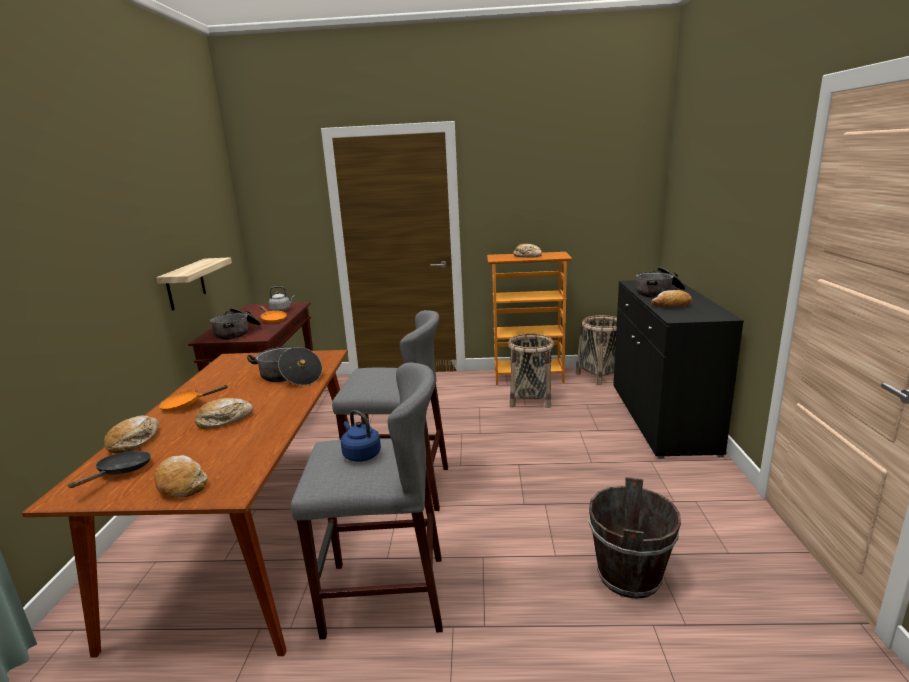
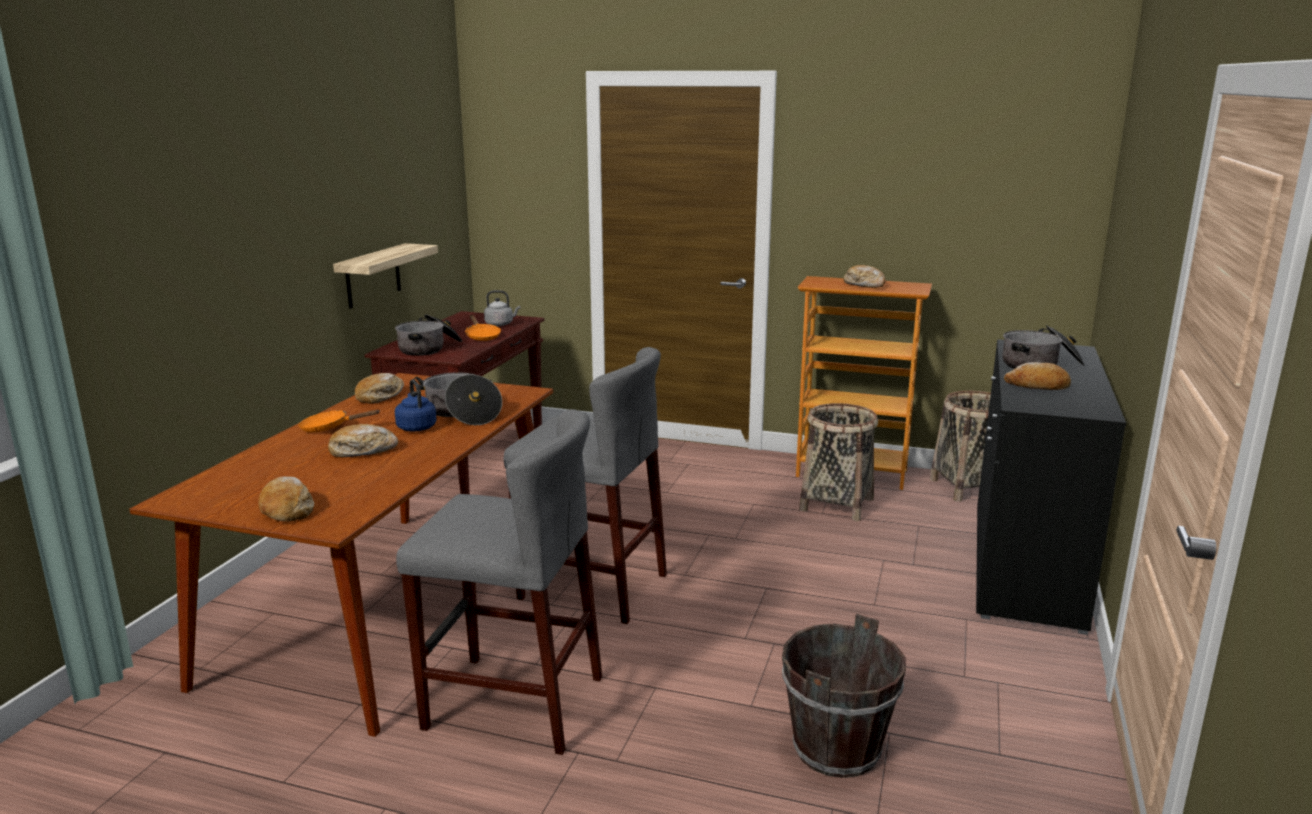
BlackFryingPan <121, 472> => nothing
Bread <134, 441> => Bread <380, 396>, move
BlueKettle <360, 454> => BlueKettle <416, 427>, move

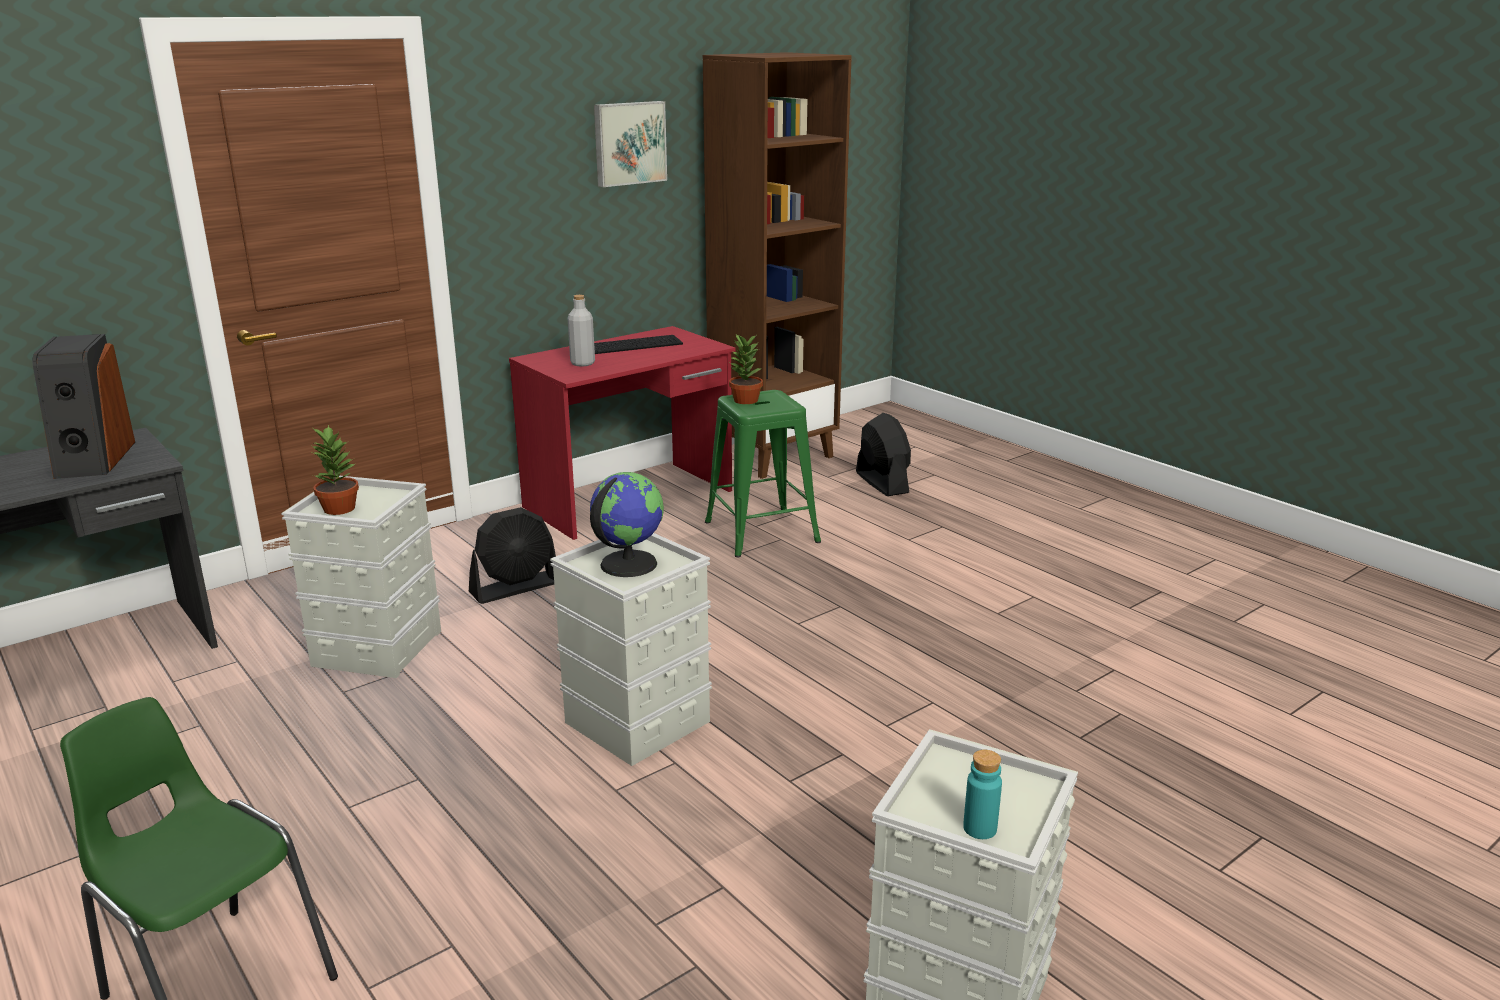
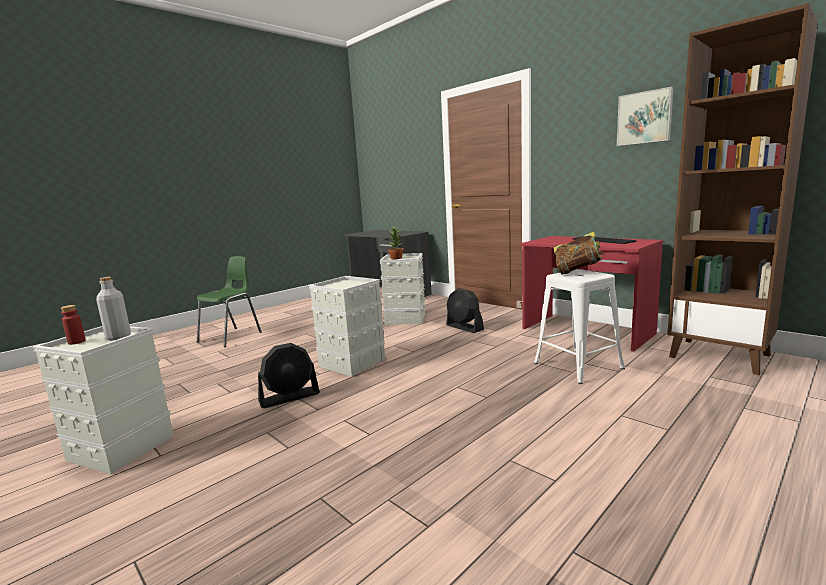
Speaker <93, 459> => nothing
Globe <628, 564> => nothing
GreyBottle <582, 363> => GreyBottle <118, 337>, move
BlackFan <881, 482> => BlackFan <289, 397>, move
PottedPlant <745, 400> => Book <577, 272>
GreenStool <761, 531> => WhiteStool <577, 365>
TurquoiseBottle <980, 828> => RedBottle <76, 342>

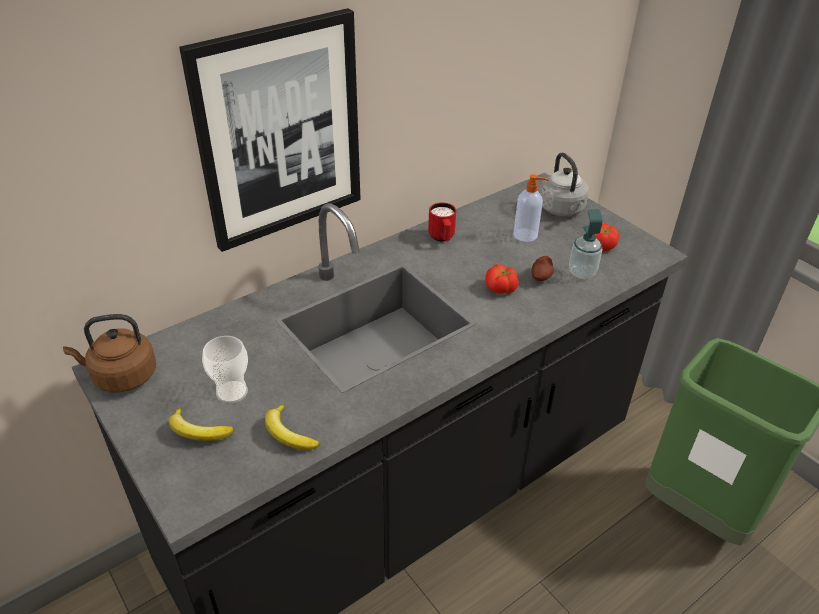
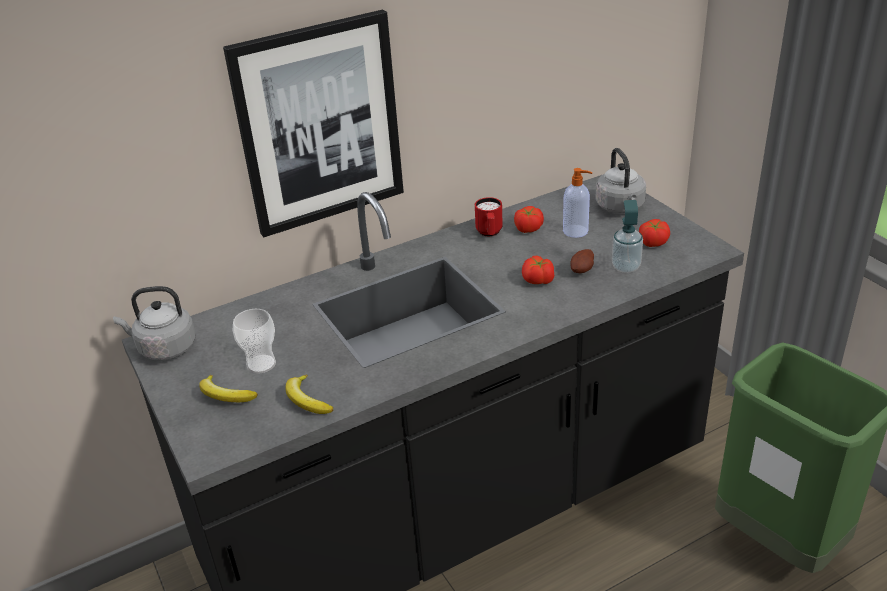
nothing => Tomato <527, 228>
BrownKettle <121, 376> => GreyKettle <164, 348>

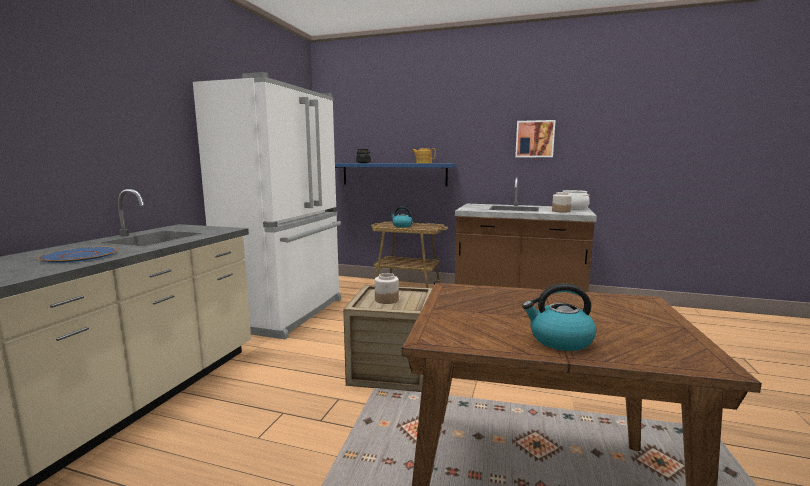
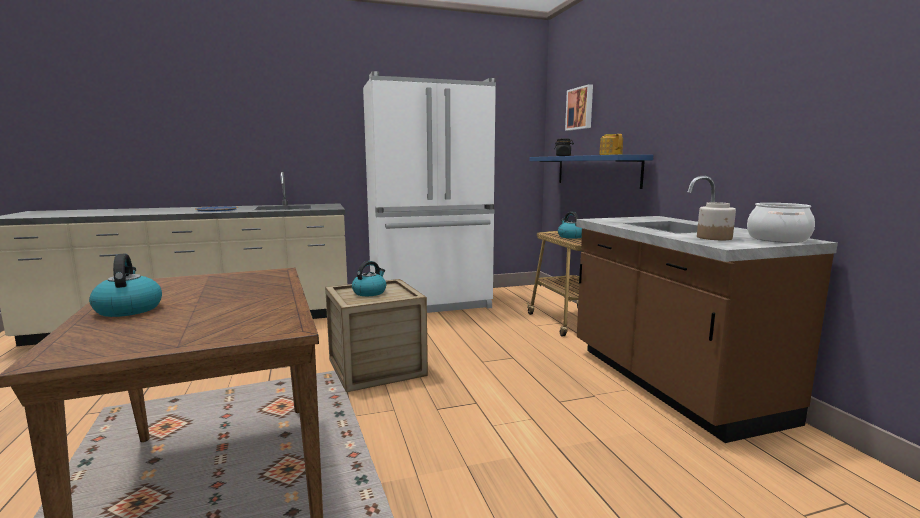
Picture <535, 139> => Picture <580, 108>, move
Jar <386, 300> => Kettle <369, 292>

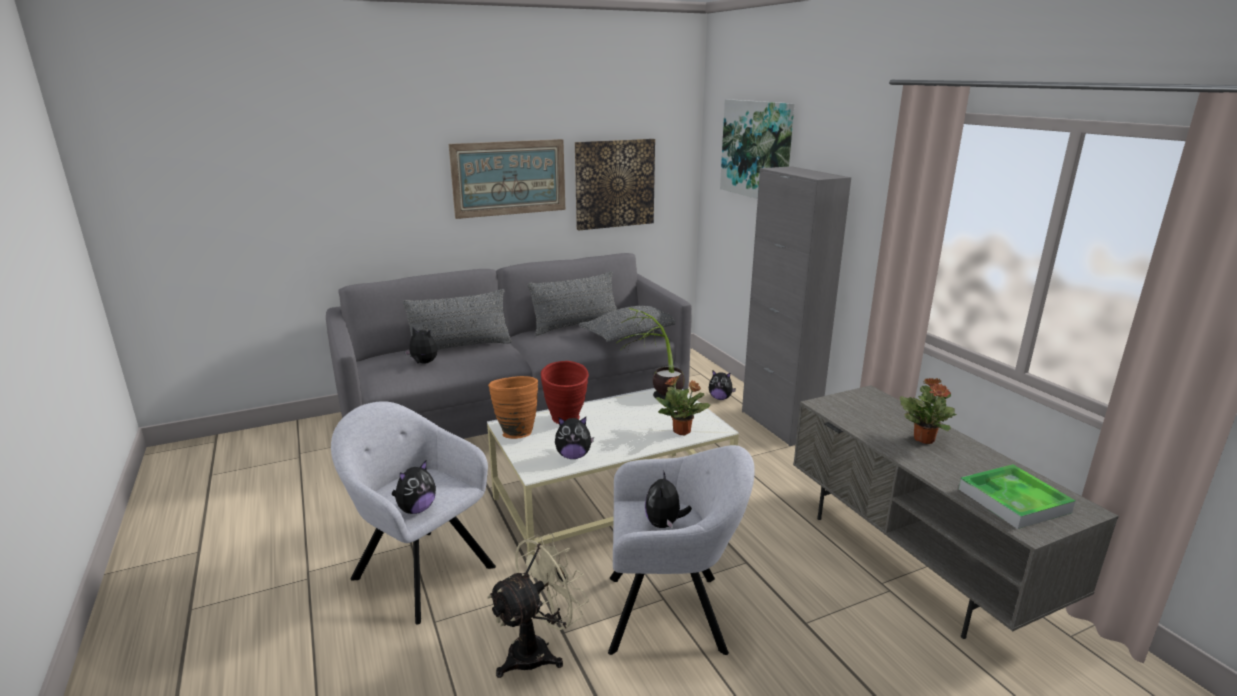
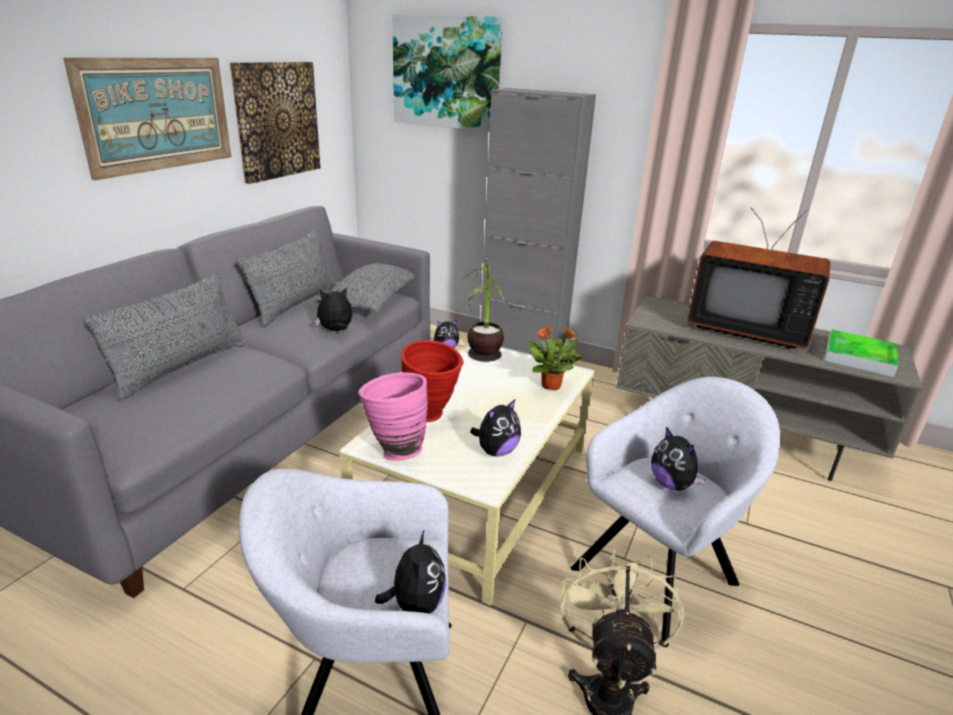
PlushToy <423, 363> => PlushToy <336, 330>, move
PottedPlant <924, 439> => Television <746, 329>
OrangeVase <515, 432> => PinkVase <394, 450>

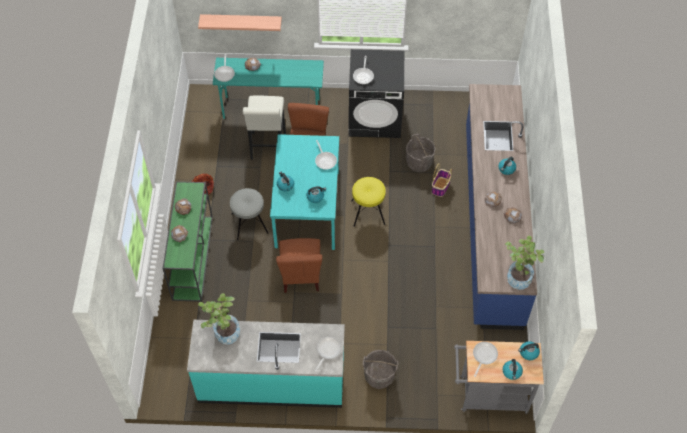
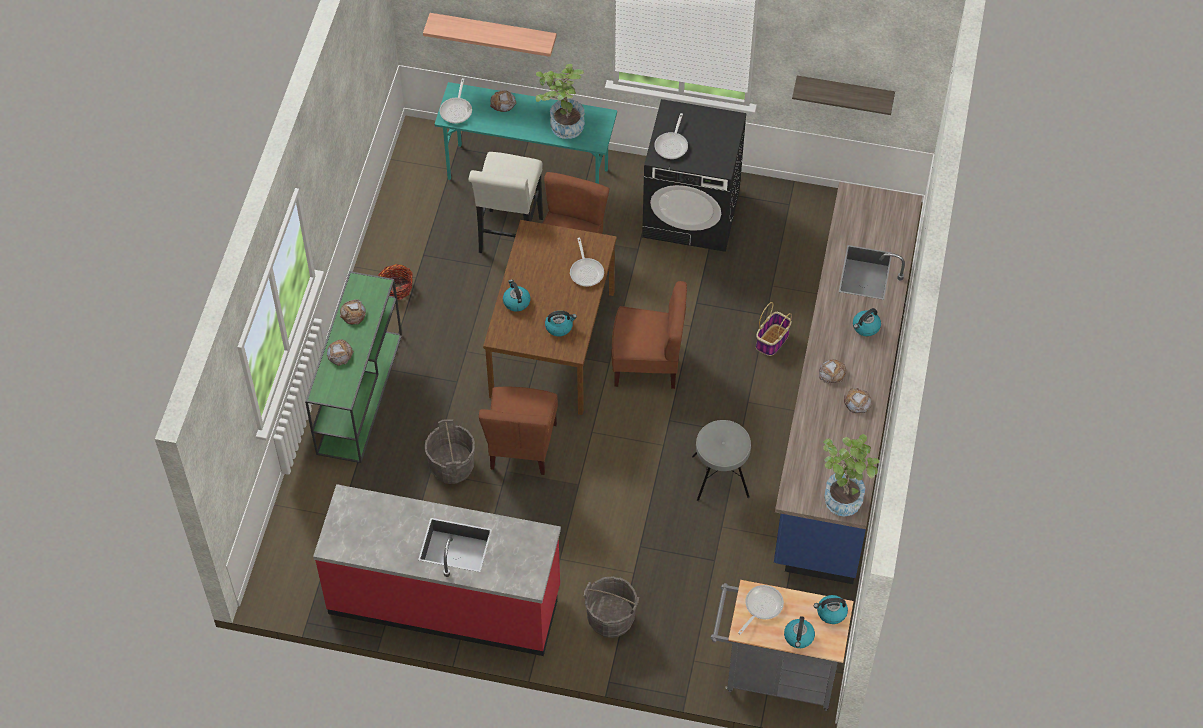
FryingPan <327, 351> => nothing
nothing => Shelf <844, 93>
PottedPlant <223, 332> => PottedPlant <562, 125>, move
GreyStool <249, 223> => GreyStool <720, 476>, move
GreyBucket <419, 162> => GreyBucket <452, 466>, move
YellowStool <368, 212> => BrownChair <647, 364>
TurquoiseCounter <271, 381> => RedCounter <445, 600>
TurquoiseDiningTable <306, 208> => BrownDiningTable <552, 343>

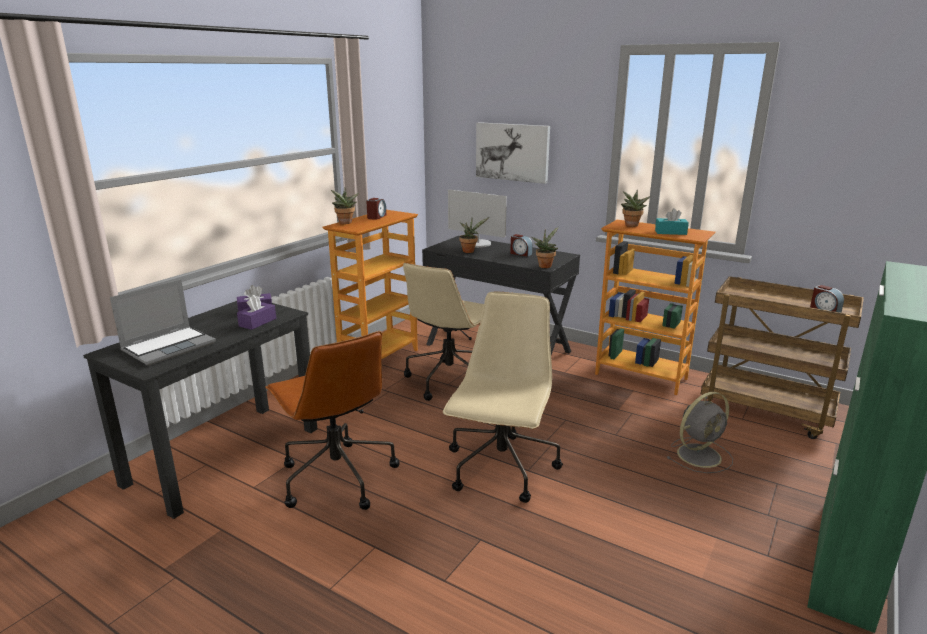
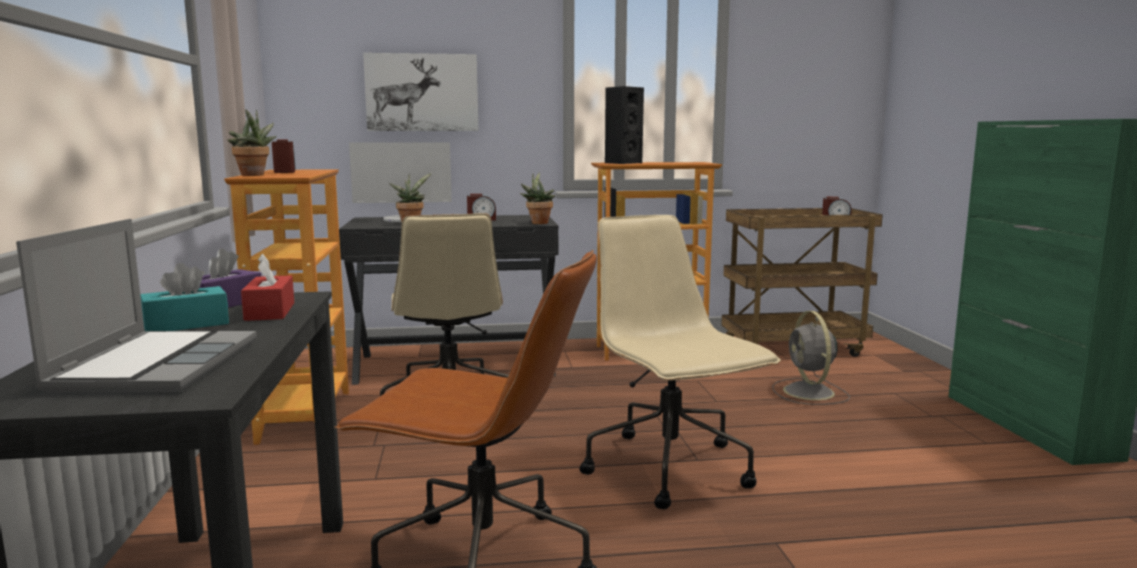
TurquoiseTissueBox <670, 232> => TurquoiseTissueBox <186, 324>, move
PottedPlant <631, 226> => BlackSpeaker <622, 163>
PurpleTissueBox <257, 322> => RedTissueBox <270, 311>
GreyFan <700, 455> => GreyFan <809, 393>, 150 degrees clockwise

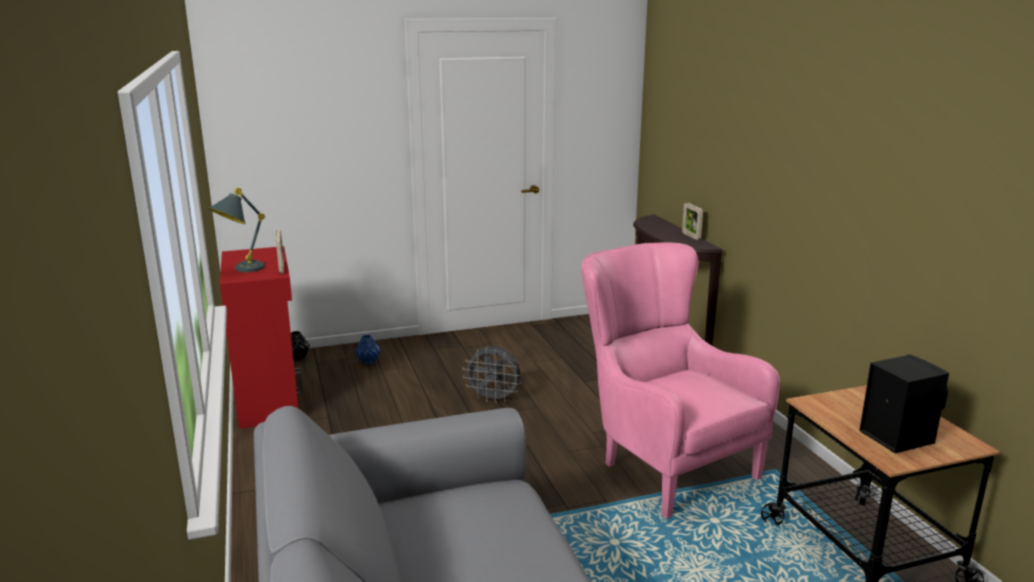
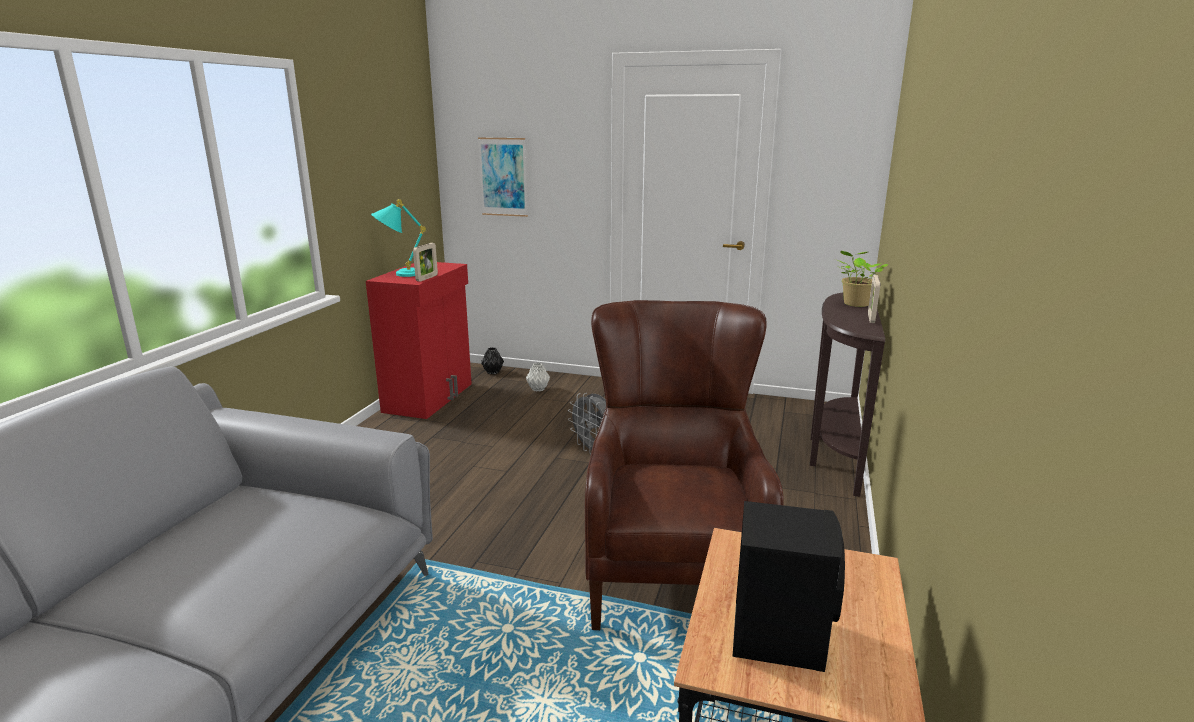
nothing => Picture <503, 177>
nothing => PottedPlant <855, 304>
GreyTableLamp <240, 270> => TurquoiseTableLamp <399, 274>
BlueVase <368, 362> => GreyVase <538, 389>
PinkArmchair <662, 462> => BrownArmchair <672, 570>

